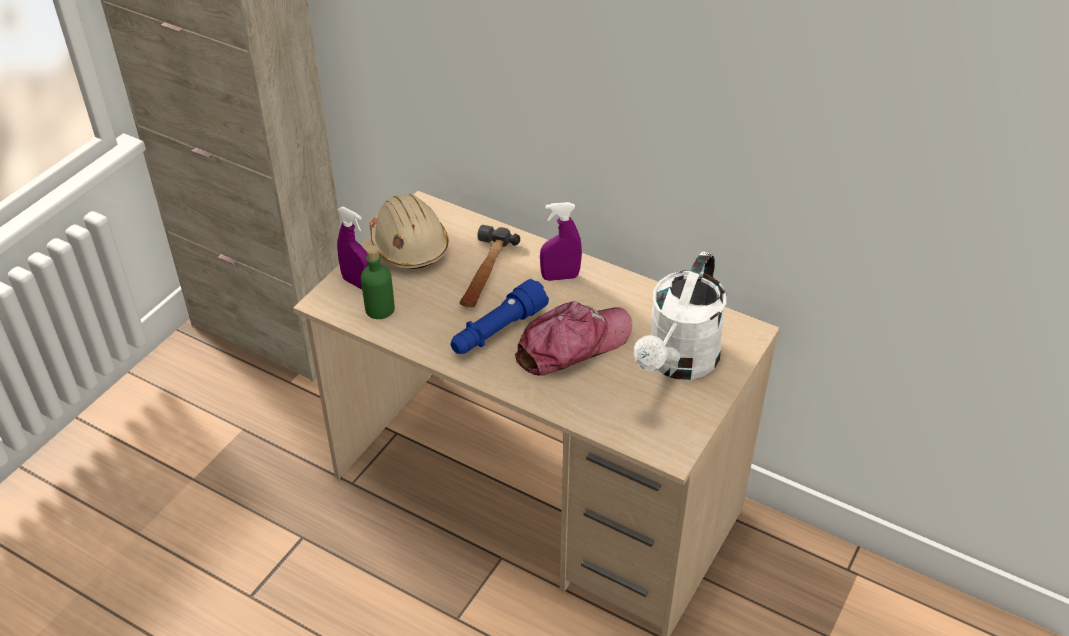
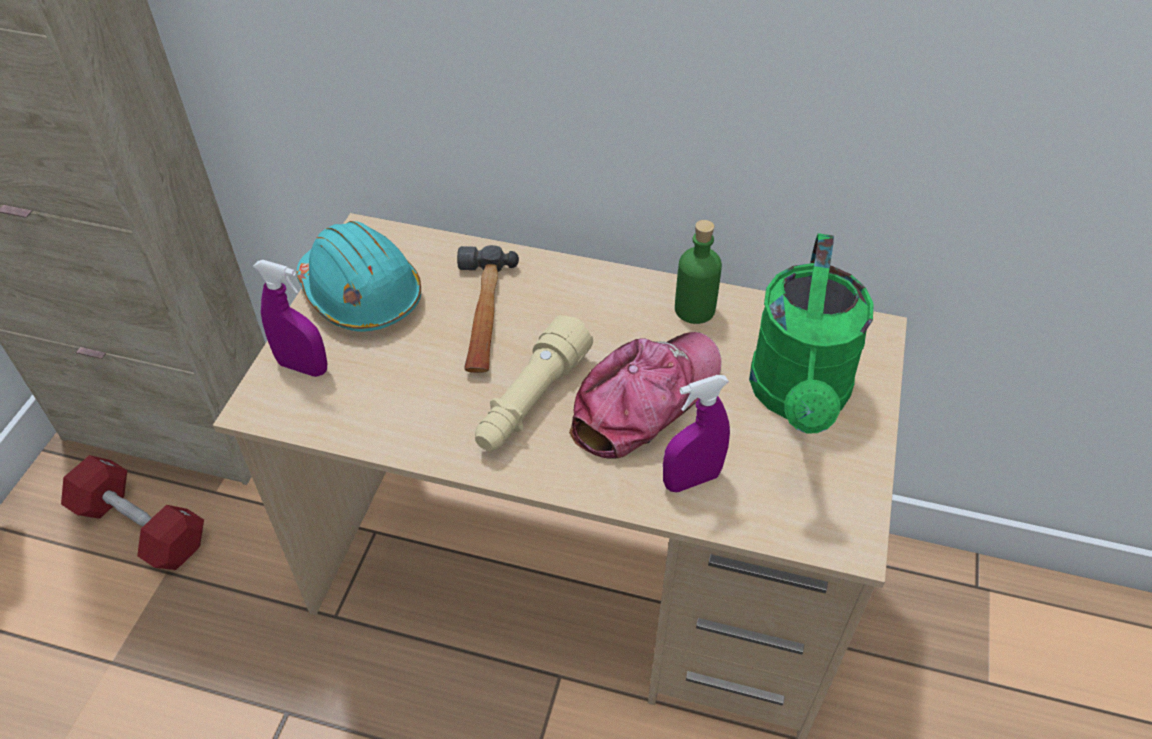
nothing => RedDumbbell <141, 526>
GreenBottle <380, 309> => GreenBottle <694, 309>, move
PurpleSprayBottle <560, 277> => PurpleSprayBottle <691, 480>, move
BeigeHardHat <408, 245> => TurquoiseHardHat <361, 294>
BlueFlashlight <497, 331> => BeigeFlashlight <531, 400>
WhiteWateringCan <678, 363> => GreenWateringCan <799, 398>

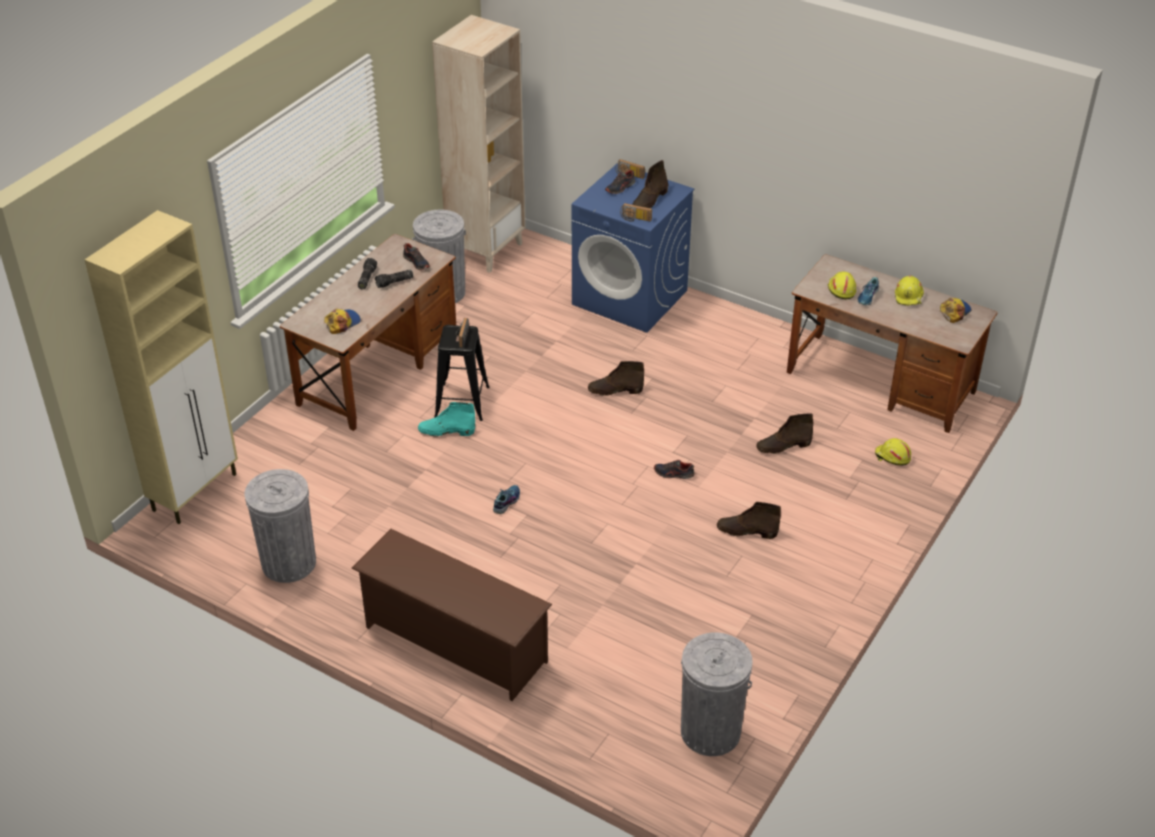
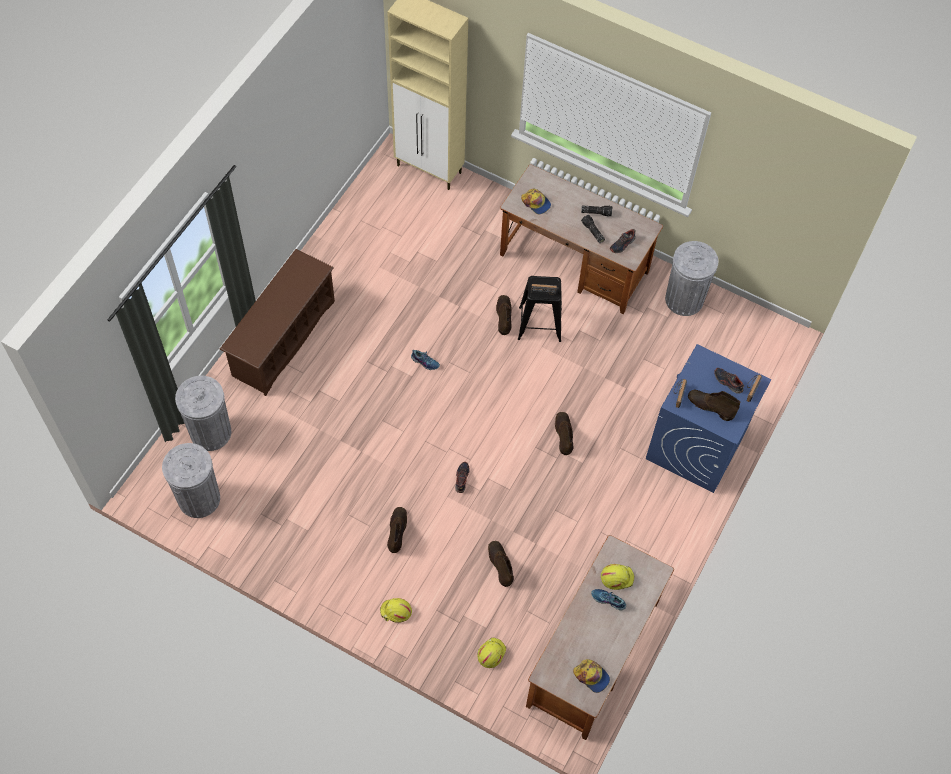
BeigeBookcase <486, 250> => nothing
GreyTrashCan <289, 562> => GreyTrashCan <211, 432>, move
YellowHardHat <909, 297> => YellowHardHat <396, 612>, move
TurquoiseBoot <446, 431> => BrownBoot <504, 316>

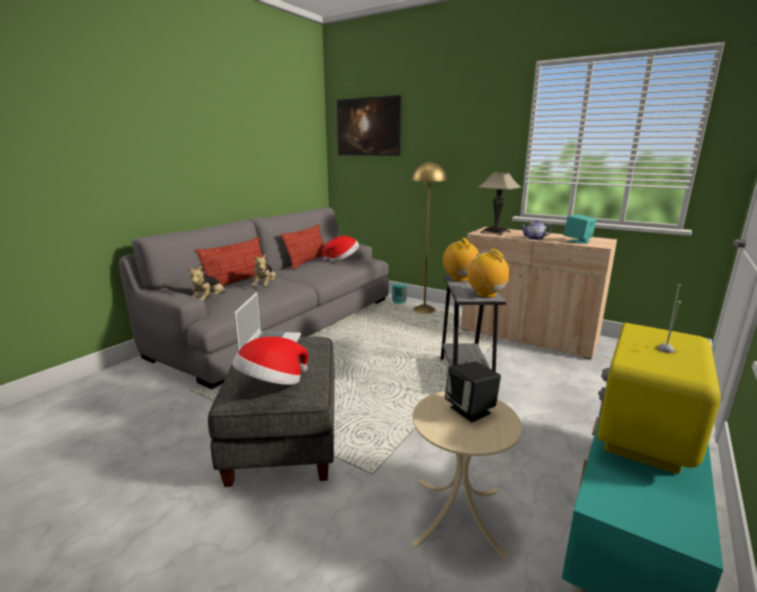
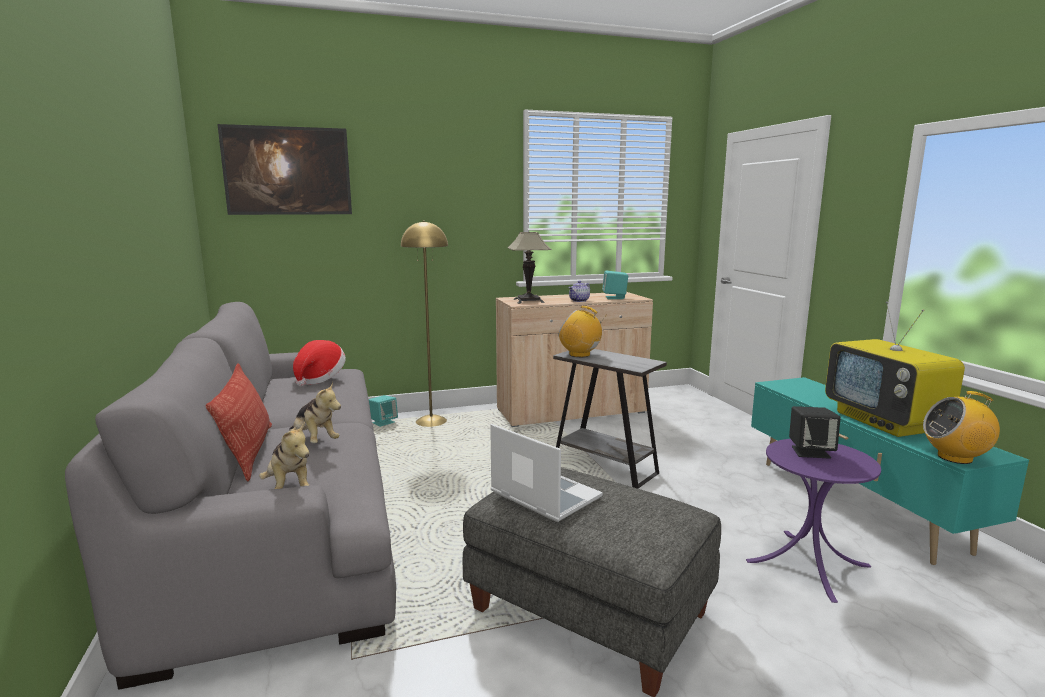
Hat <272, 384> => nothing
Pillow <308, 262> => nothing
Radio <486, 294> => Radio <955, 457>, move
BeigeSideTable <458, 515> => PurpleSideTable <807, 563>

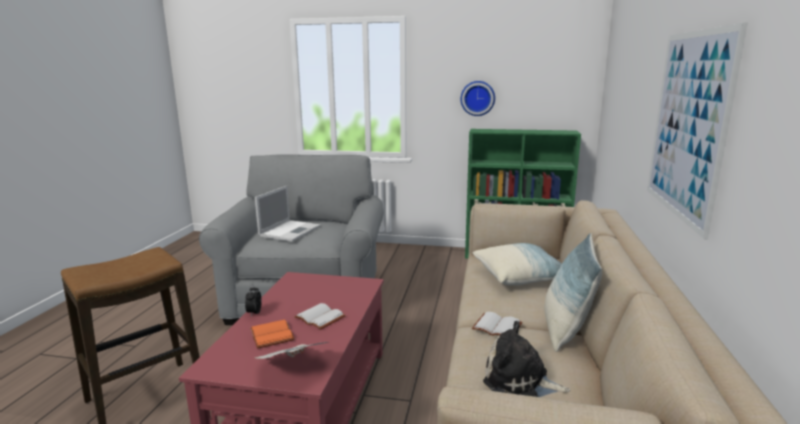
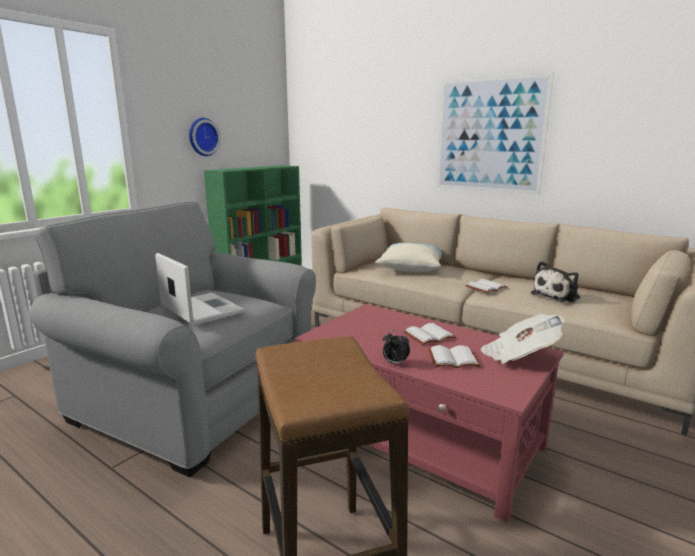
Pillow <566, 329> => nothing
OrangeBook <273, 335> => WhiteBook <453, 358>

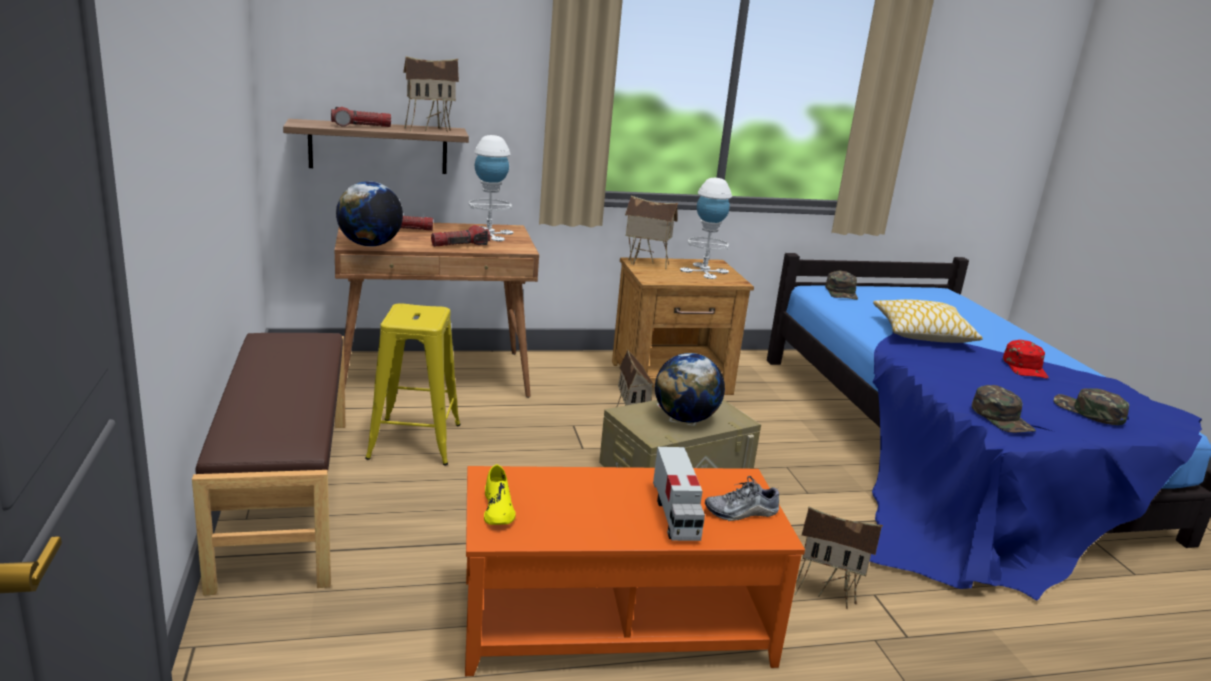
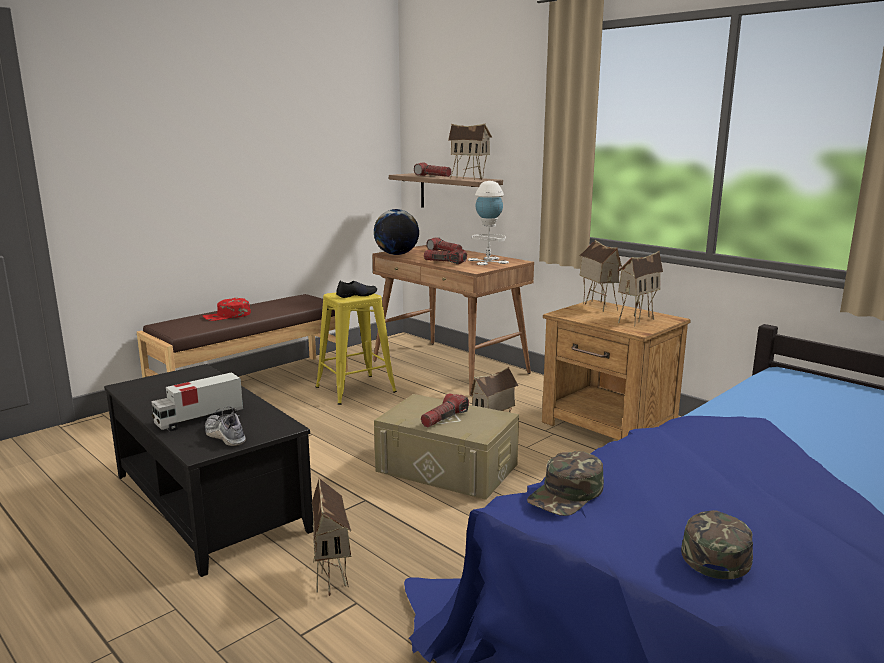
YellowShoe <498, 509> => nothing
GreenCap <842, 292> => nothing
Pillow <922, 333> => nothing
nothing => BlackShoe <357, 295>
RedCap <1025, 367> => RedCap <227, 316>, move
Globe <685, 418> => Flashlight <444, 418>
WhiteTableLamp <704, 271> => ToyHouse <635, 319>
OrangeCoffeeTable <614, 619> => BlackCoffeeTable <211, 501>

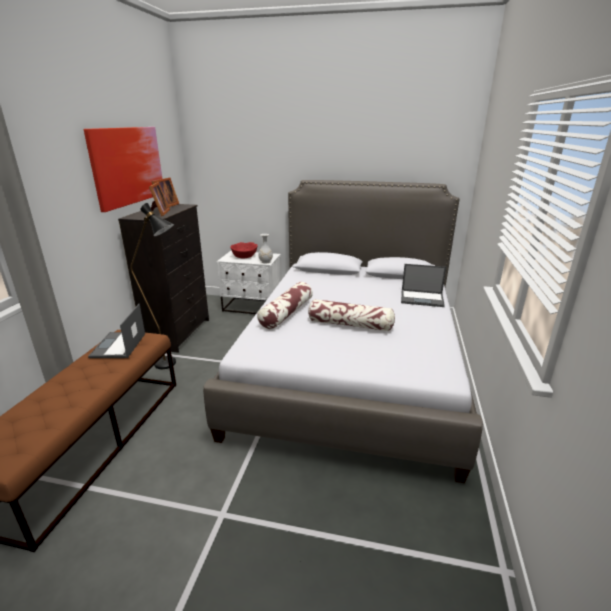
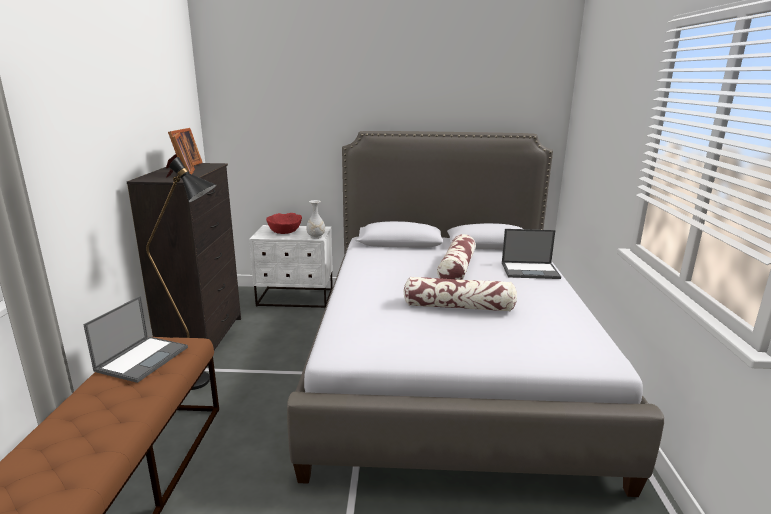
Picture <127, 166> => nothing
Pillow <286, 313> => Pillow <457, 269>, move
Laptop <118, 346> => Laptop <143, 358>, 150 degrees counterclockwise

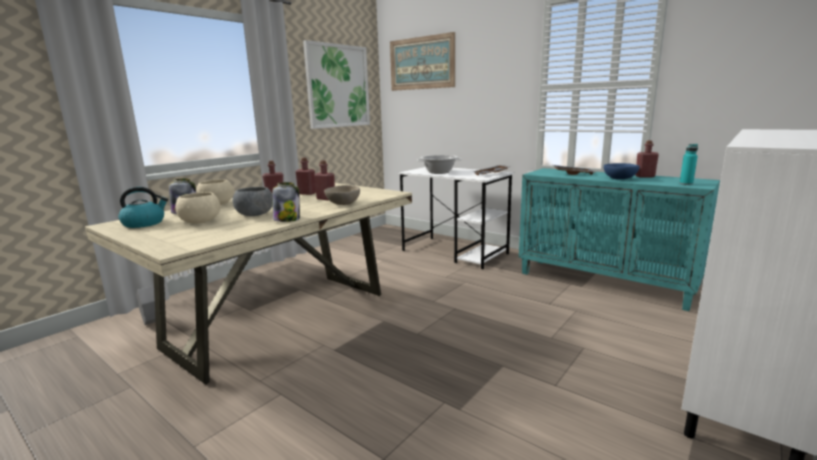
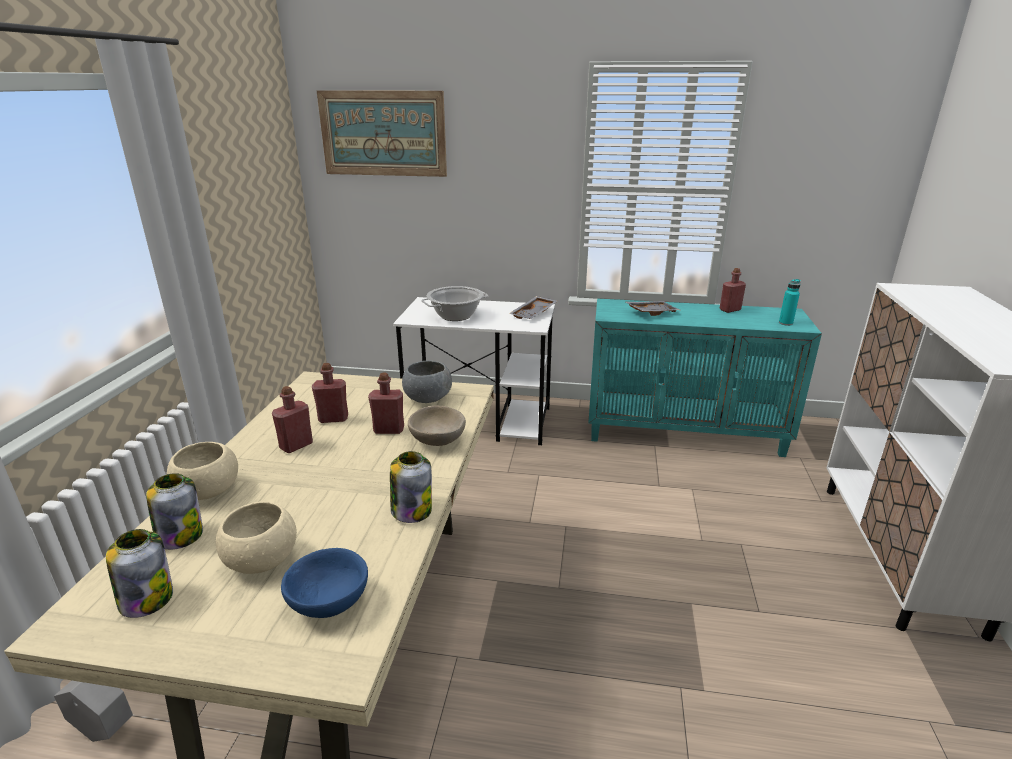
Picture <338, 86> => nothing
GreyBowl <255, 214> => GreyBowl <427, 398>, move
BlueBowl <620, 179> => BlueBowl <330, 601>, move
Kettle <144, 223> => Jar <147, 598>

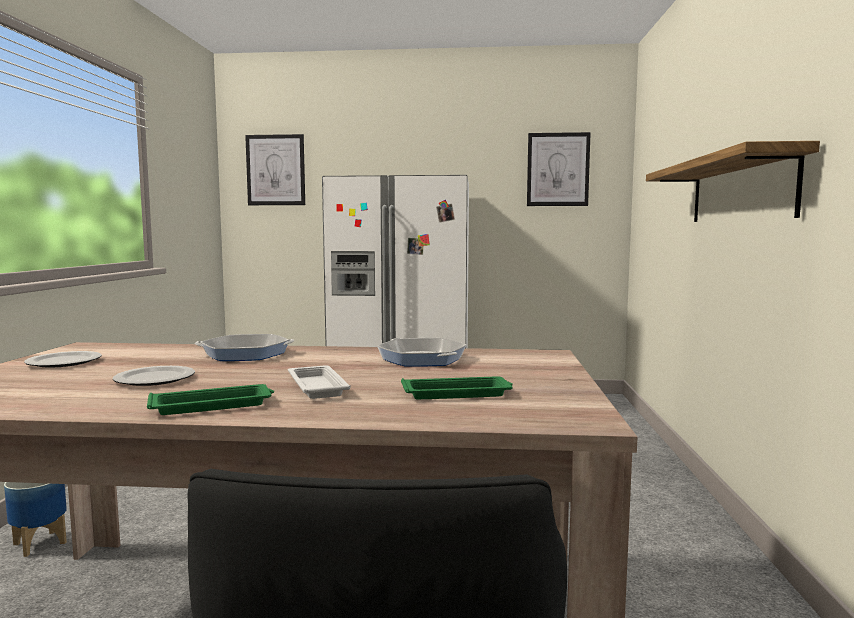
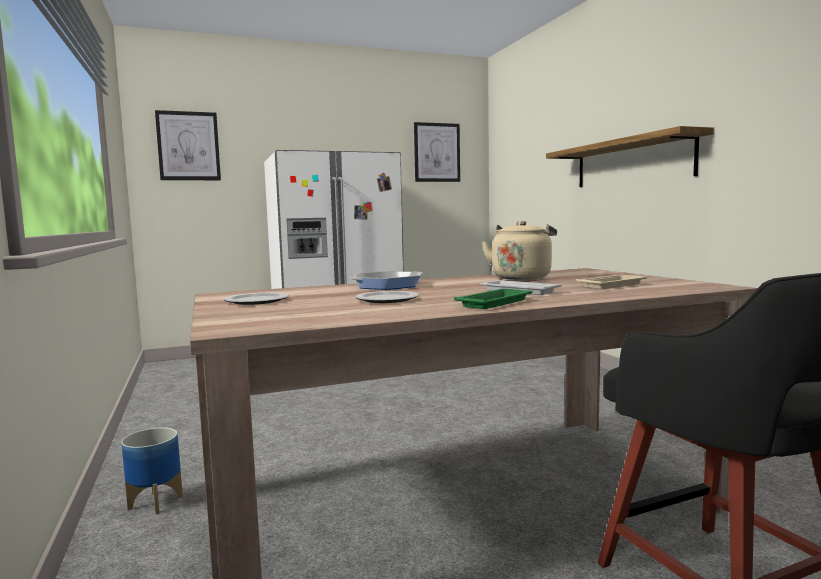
FryingPan <422, 359> => BeigeKettle <522, 277>
GreenTray <458, 393> => BeigeTray <612, 285>

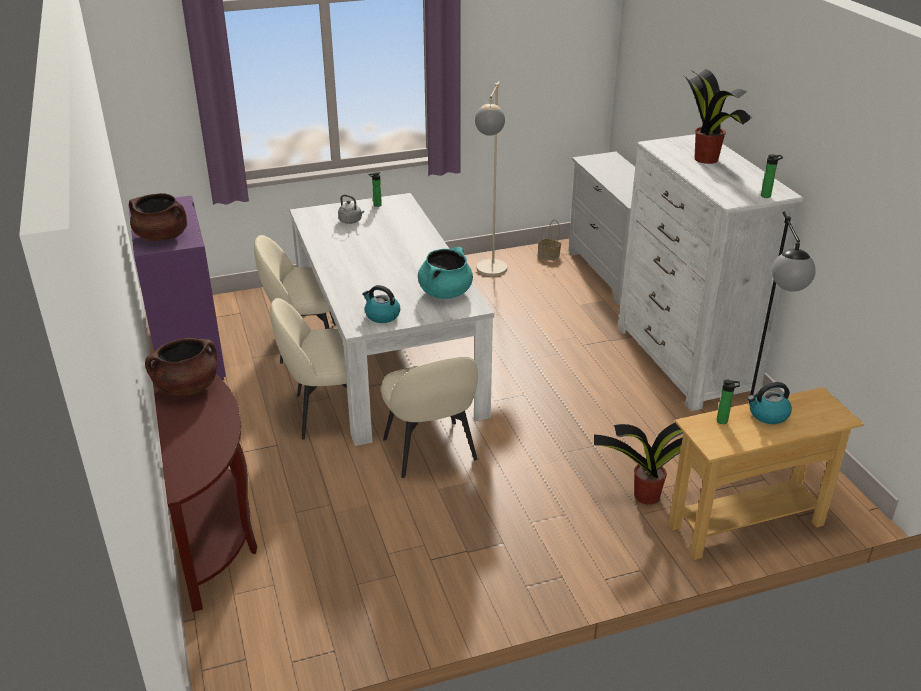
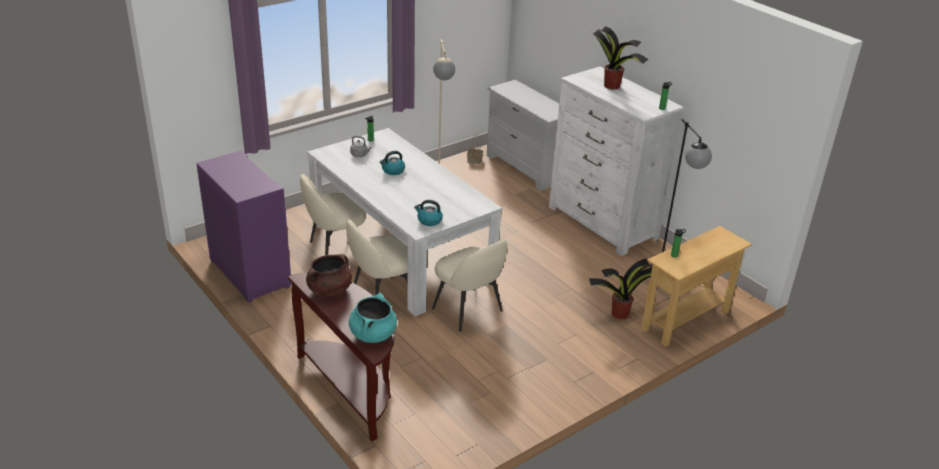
BrownCookingPot <162, 236> => nothing
TurquoiseCookingPot <445, 292> => TurquoiseCookingPot <373, 334>, move
Kettle <767, 415> => Kettle <393, 171>, move

